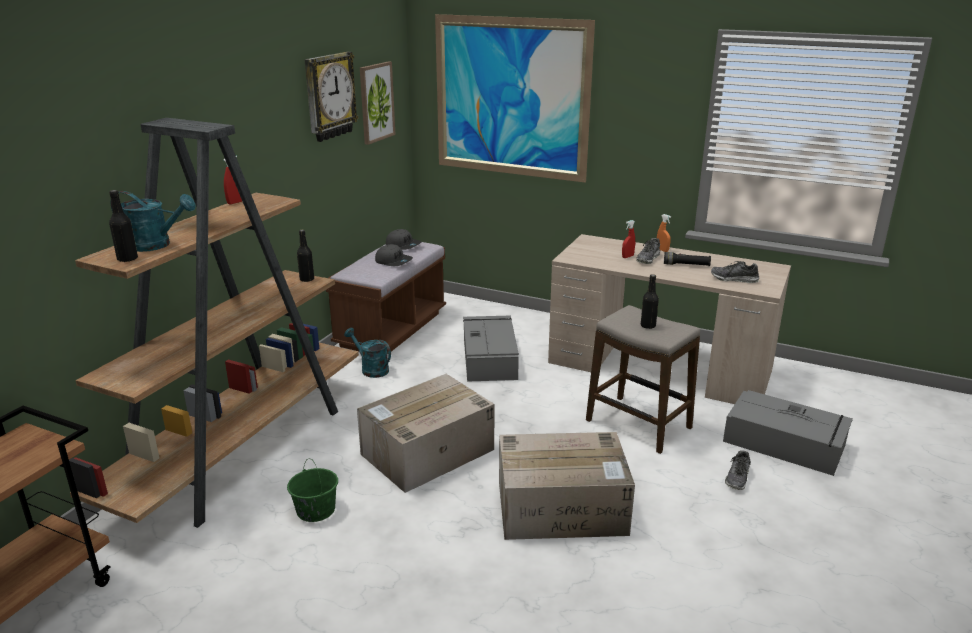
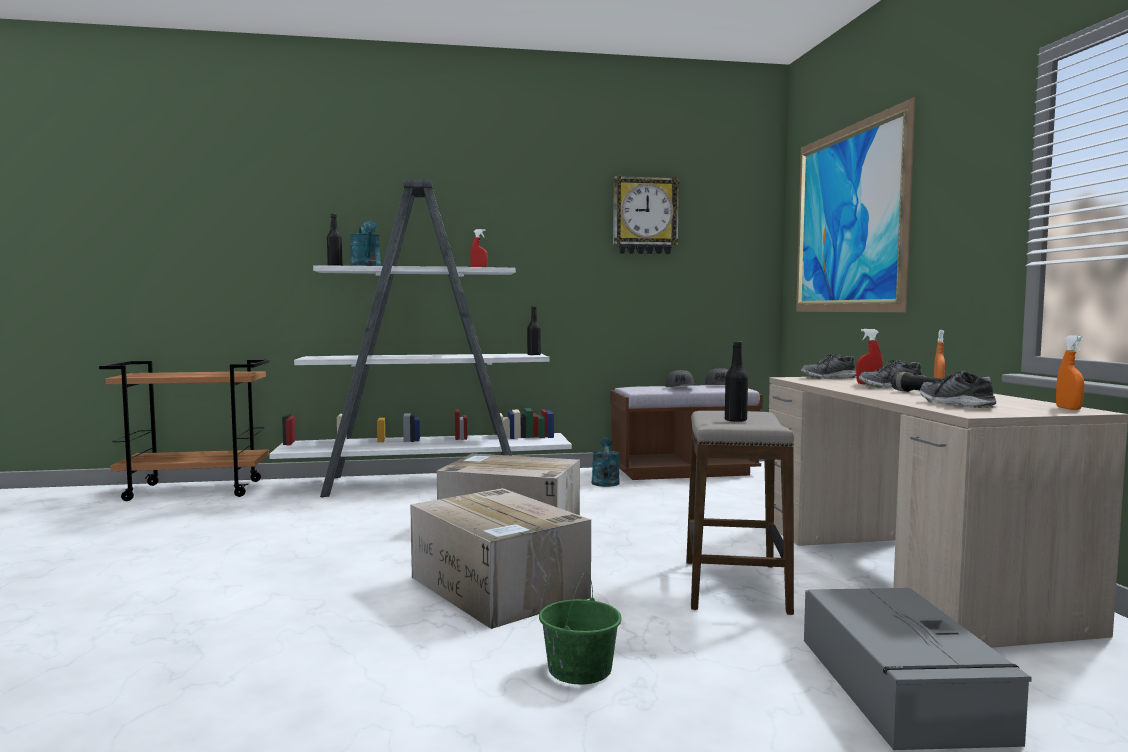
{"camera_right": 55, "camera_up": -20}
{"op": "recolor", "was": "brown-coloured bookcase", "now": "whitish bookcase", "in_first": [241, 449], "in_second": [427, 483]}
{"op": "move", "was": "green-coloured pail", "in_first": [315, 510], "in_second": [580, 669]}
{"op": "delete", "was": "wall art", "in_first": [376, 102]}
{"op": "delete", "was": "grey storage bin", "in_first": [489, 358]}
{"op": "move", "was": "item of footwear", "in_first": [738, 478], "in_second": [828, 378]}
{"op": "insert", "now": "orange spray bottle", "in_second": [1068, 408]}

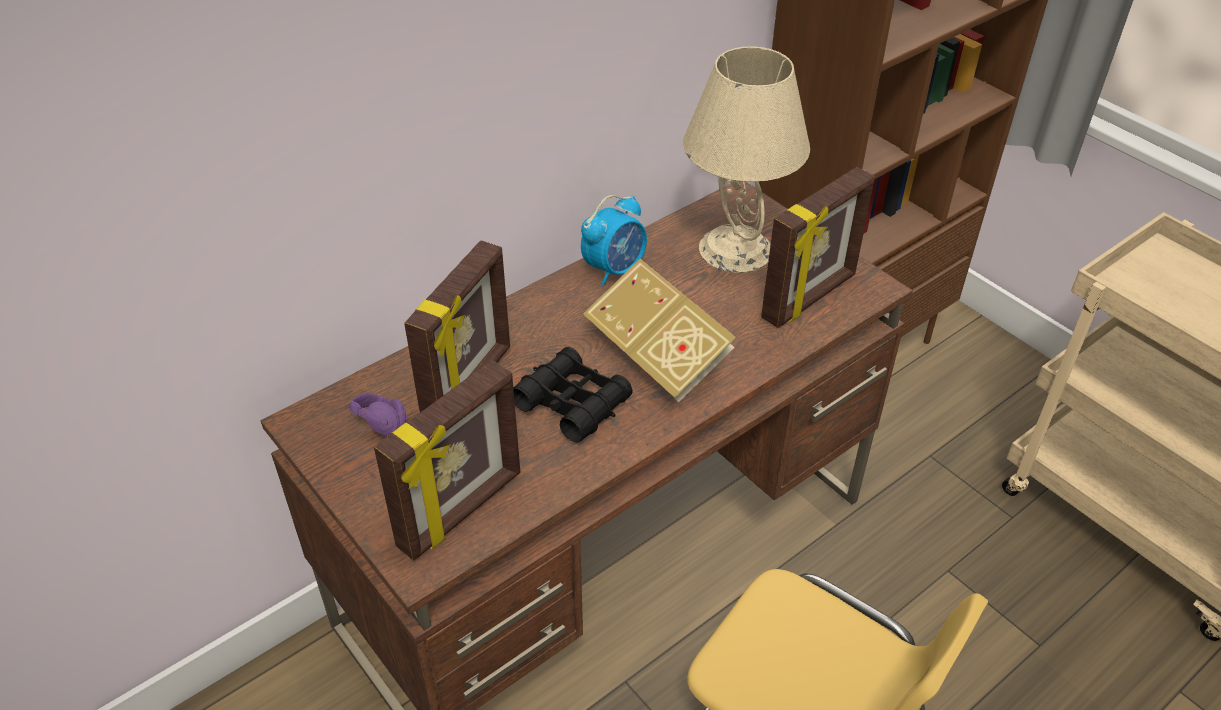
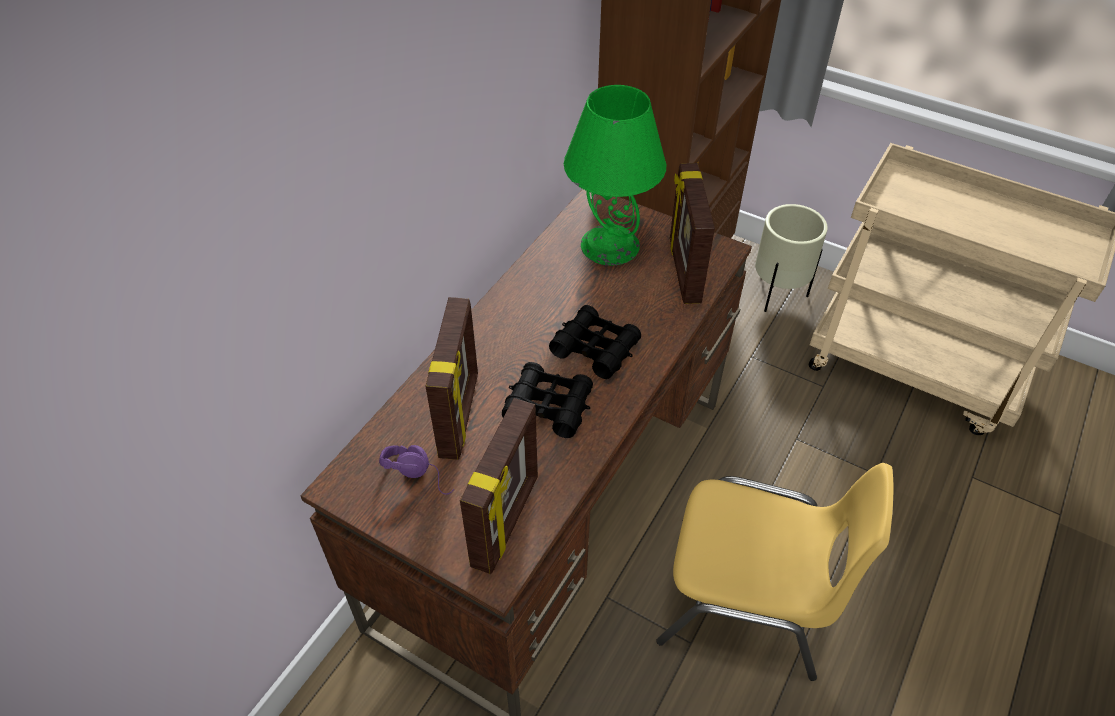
{"camera_right": -20, "camera_up": 5}
{"op": "delete", "was": "table clock", "in_first": [615, 269]}
{"op": "replace", "was": "volume", "now": "black pair of binoculars", "in_first": [659, 356], "in_second": [595, 348]}
{"op": "recolor", "was": "sand-coloured table lamp", "now": "green-coloured table lamp", "in_first": [736, 249], "in_second": [611, 245]}
{"op": "rotate", "was": "picture frame", "in_first": [810, 298], "in_second": [683, 271], "clockwise": 150}
{"op": "insert", "now": "sand-coloured flower pot", "in_second": [778, 295]}

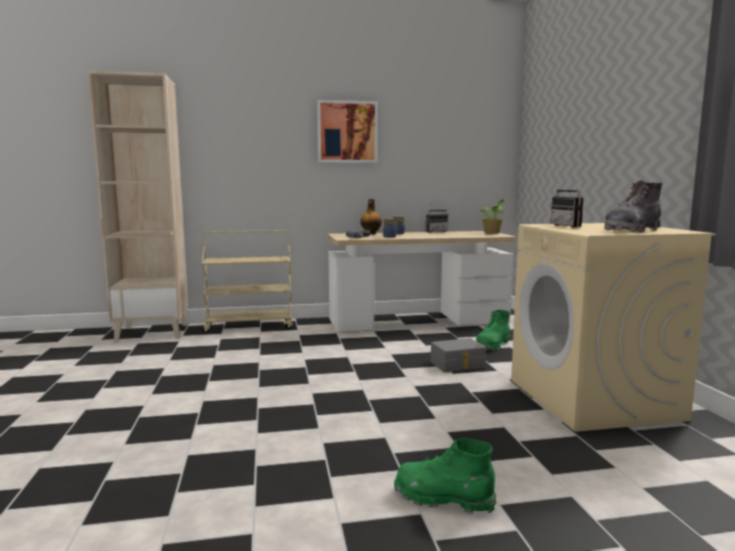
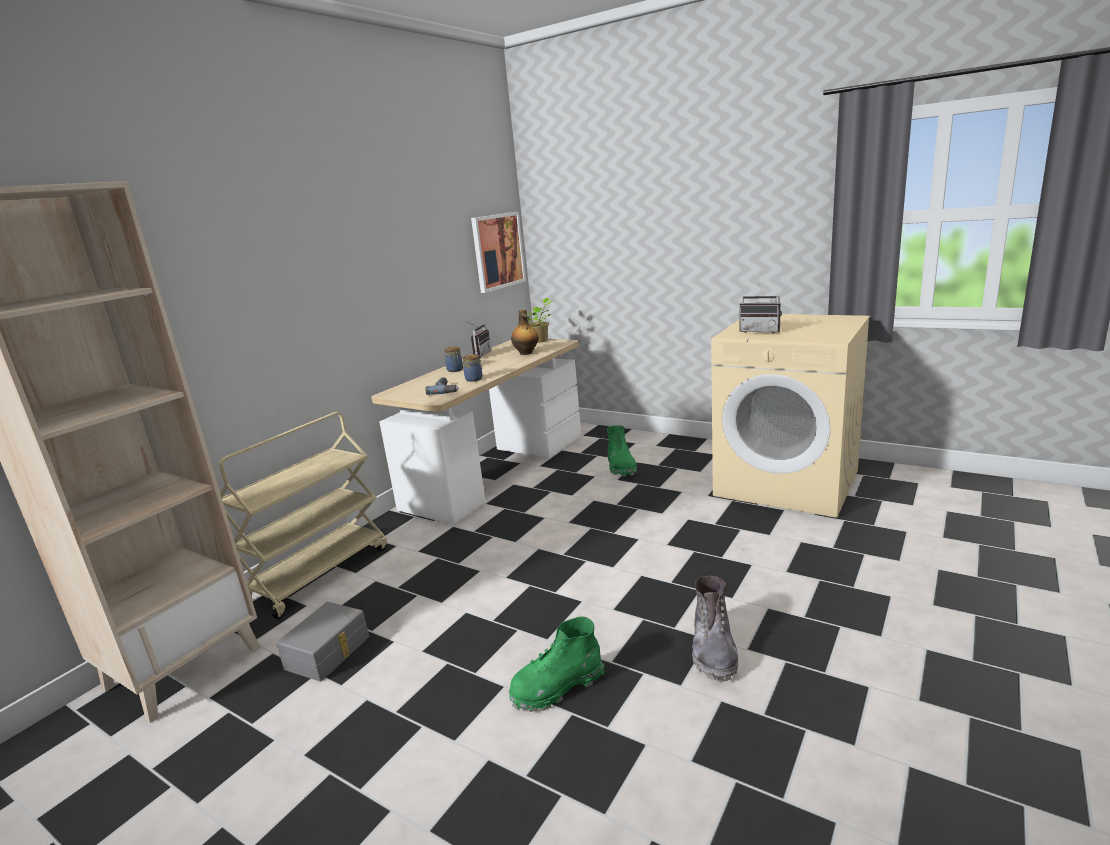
{"camera_right": -45, "camera_up": 10}
{"op": "move", "was": "wall art", "in_first": [347, 132], "in_second": [498, 251]}
{"op": "move", "was": "drink bottle", "in_first": [370, 233], "in_second": [526, 353]}
{"op": "move", "was": "green-coloured tall boot", "in_first": [443, 498], "in_second": [557, 687]}
{"op": "move", "was": "grey storage bin", "in_first": [458, 365], "in_second": [329, 652]}
{"op": "move", "was": "grey tall boot", "in_first": [631, 231], "in_second": [713, 650]}

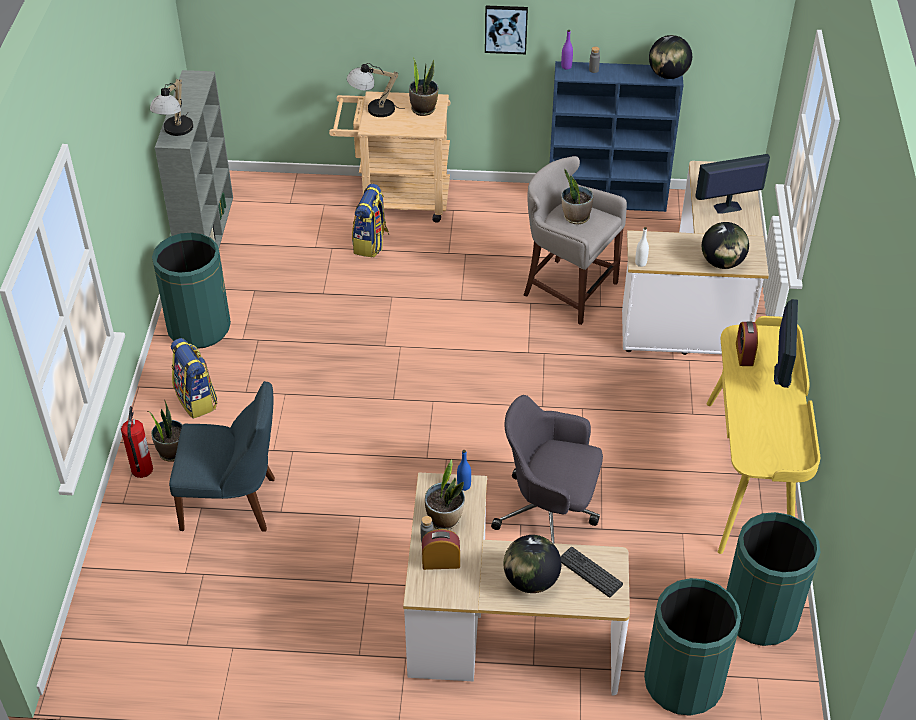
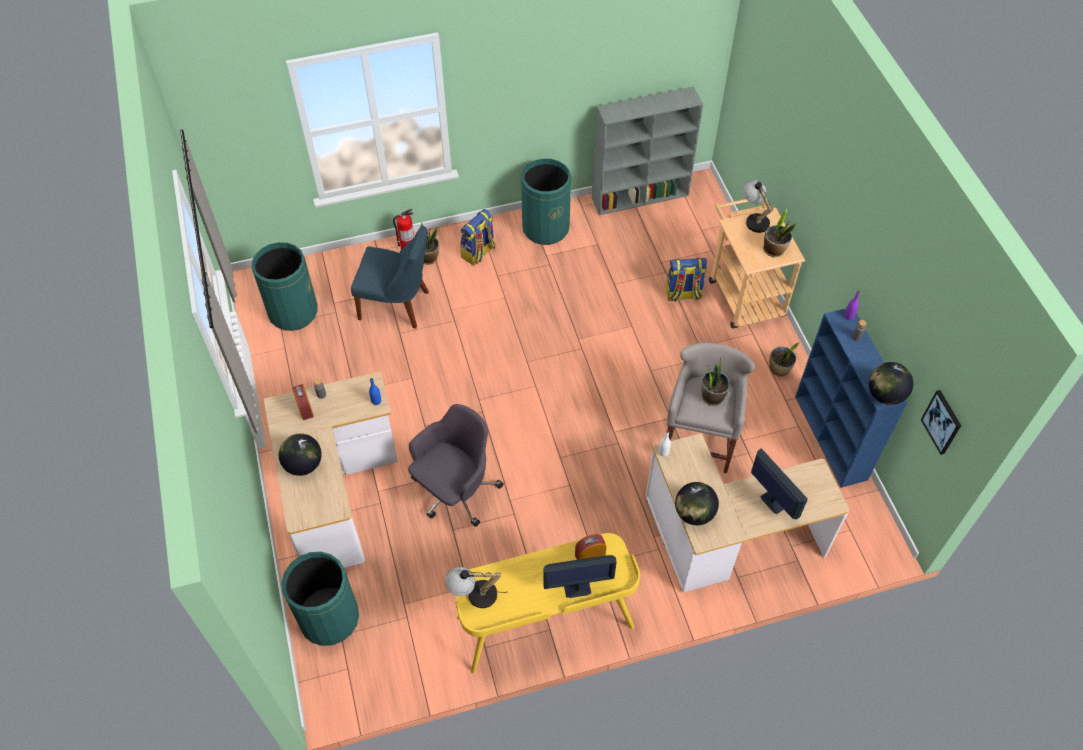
{"camera_right": 70, "camera_up": 10}
{"op": "move", "was": "table lamp", "in_first": [175, 132], "in_second": [474, 595]}
{"op": "rotate", "was": "blue-coloured chair", "in_first": [233, 503], "in_second": [397, 305], "clockwise": -60}
{"op": "move", "was": "houseplant", "in_first": [444, 519], "in_second": [779, 369]}
{"op": "move", "was": "wall art", "in_first": [506, 29], "in_second": [942, 422]}
{"op": "rotate", "was": "grey office chair", "in_first": [549, 513], "in_second": [455, 491], "clockwise": 45}
{"op": "delete", "was": "PC keyboard", "in_first": [590, 572]}
{"op": "move", "was": "green-coloured rubbish bin", "in_first": [760, 615], "in_second": [293, 312]}

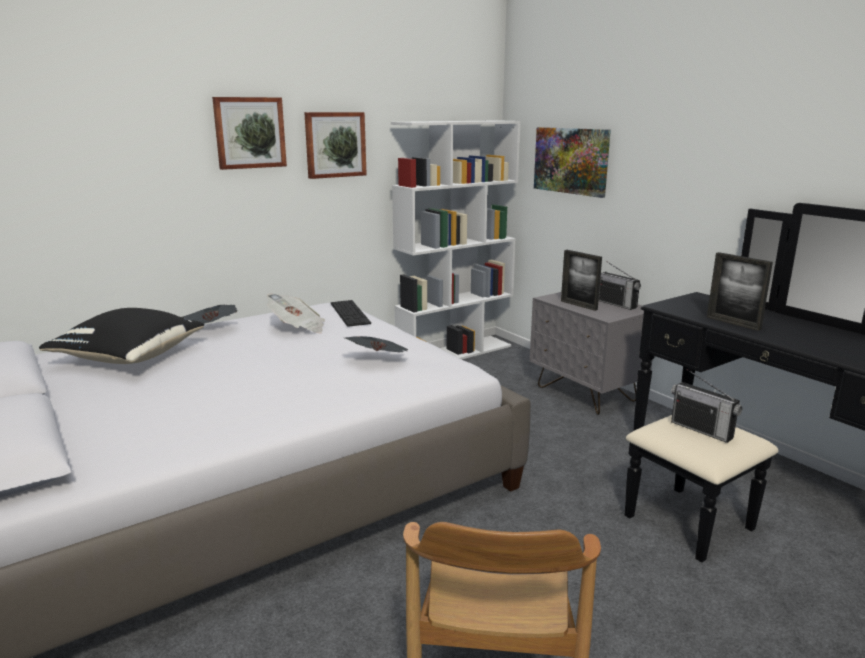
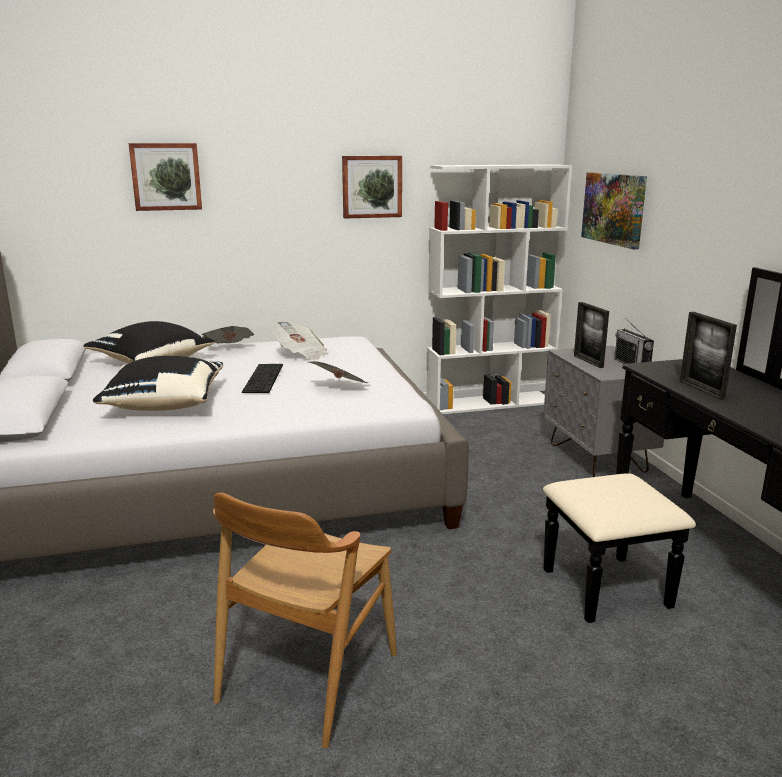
{"camera_right": 20, "camera_up": 0}
{"op": "move", "was": "wall art", "in_first": [249, 132], "in_second": [166, 176]}
{"op": "move", "was": "PC keyboard", "in_first": [349, 313], "in_second": [263, 378]}
{"op": "delete", "was": "radio", "in_first": [701, 430]}
{"op": "insert", "now": "black cushion", "in_second": [164, 404]}

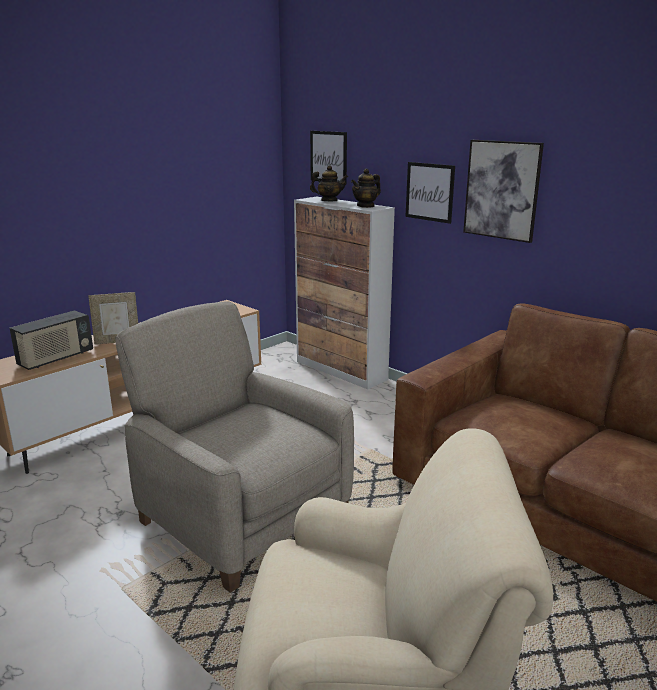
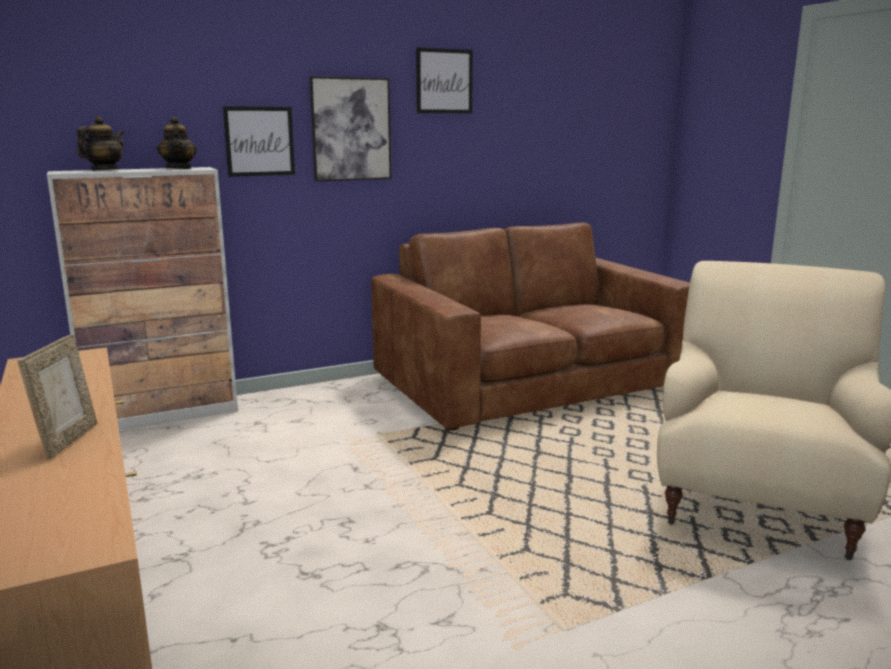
{"camera_right": -70, "camera_up": -5}
{"op": "delete", "was": "radio", "in_first": [56, 359]}
{"op": "delete", "was": "sand-coloured armchair", "in_first": [242, 517]}
{"op": "move", "was": "wall art", "in_first": [328, 157], "in_second": [444, 81]}

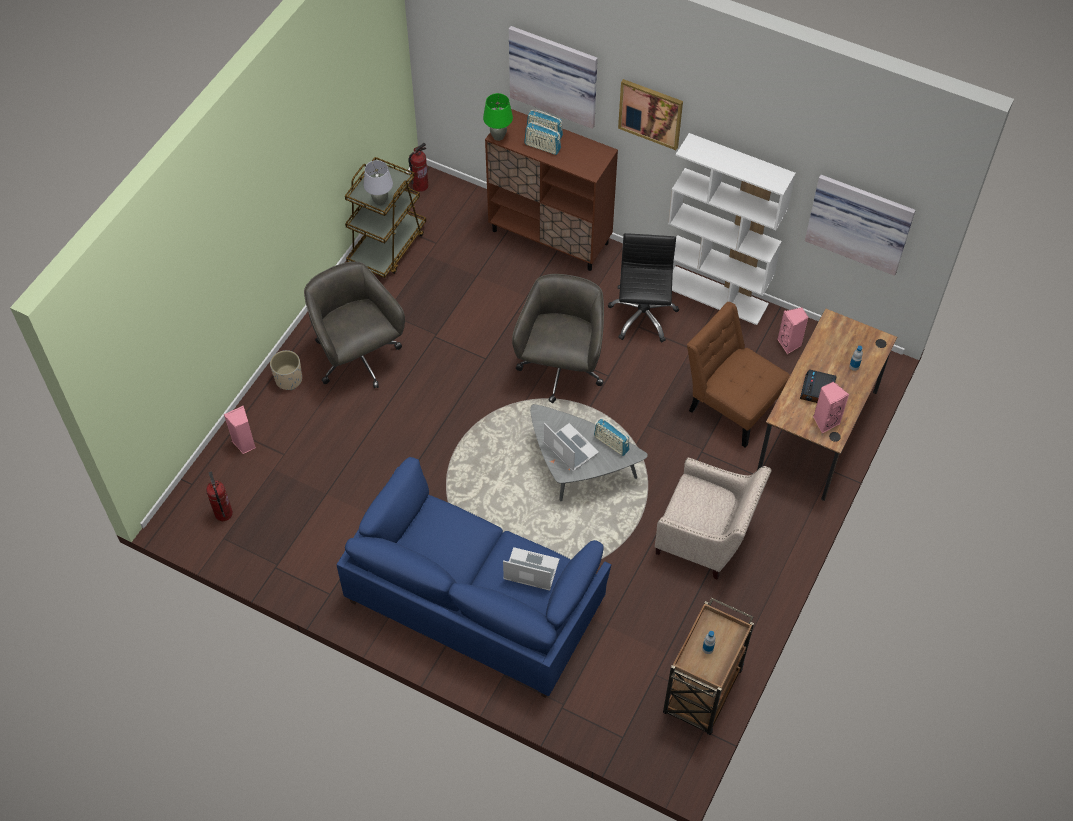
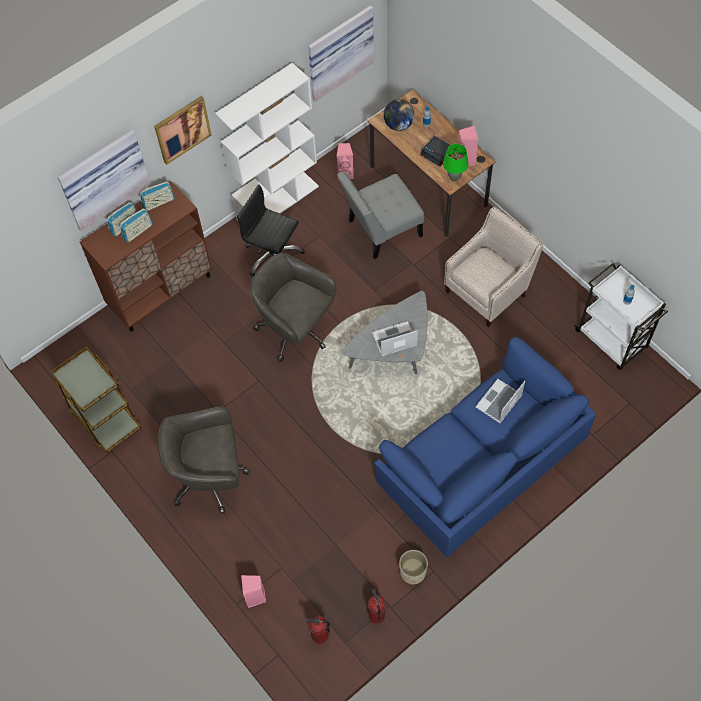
{"camera_right": -65, "camera_up": 5}
{"op": "move", "was": "sand-coloured flower pot", "in_first": [288, 379], "in_second": [412, 572]}
{"op": "delete", "was": "grey table lamp", "in_first": [380, 202]}
{"op": "move", "was": "fire-fighting cylinder", "in_first": [420, 186], "in_second": [376, 615]}
{"op": "move", "was": "green-coloured table lamp", "in_first": [498, 136], "in_second": [454, 177]}
{"op": "move", "was": "radio", "in_first": [611, 443], "in_second": [158, 202]}
{"op": "recolor", "was": "brown-coloured trolley", "now": "whitish trolley", "in_first": [702, 693], "in_second": [612, 340]}
{"op": "recolor", "was": "brown-coloured chair", "now": "grey chair", "in_first": [731, 404], "in_second": [381, 230]}
{"op": "insert", "now": "desk globe", "in_second": [398, 125]}

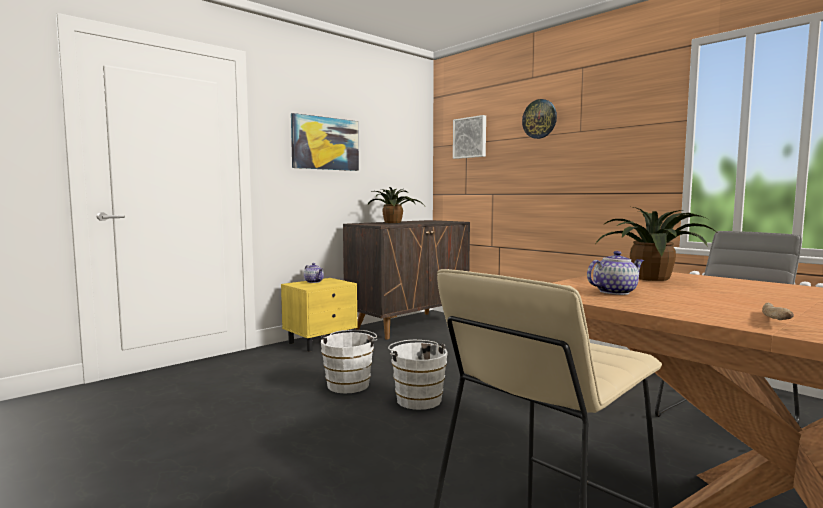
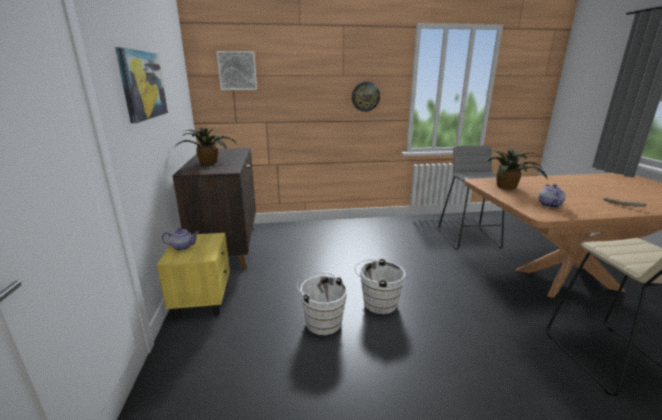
{"camera_right": -55, "camera_up": 15}
{"op": "move", "was": "hanging clock", "in_first": [539, 119], "in_second": [365, 96]}

